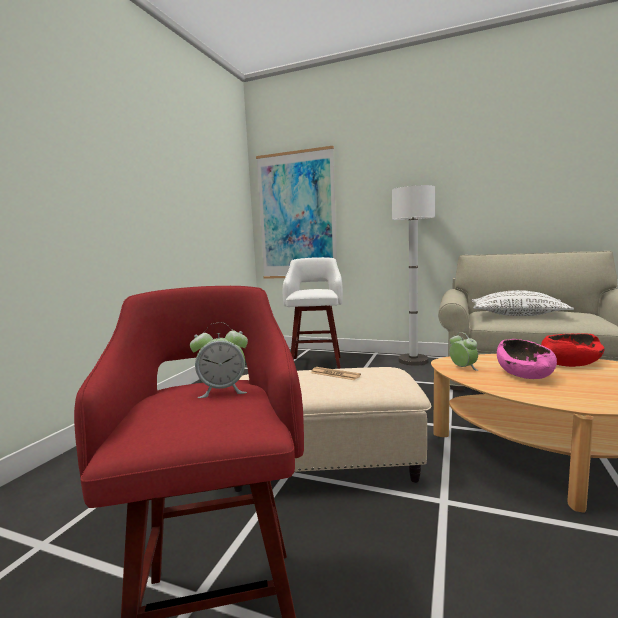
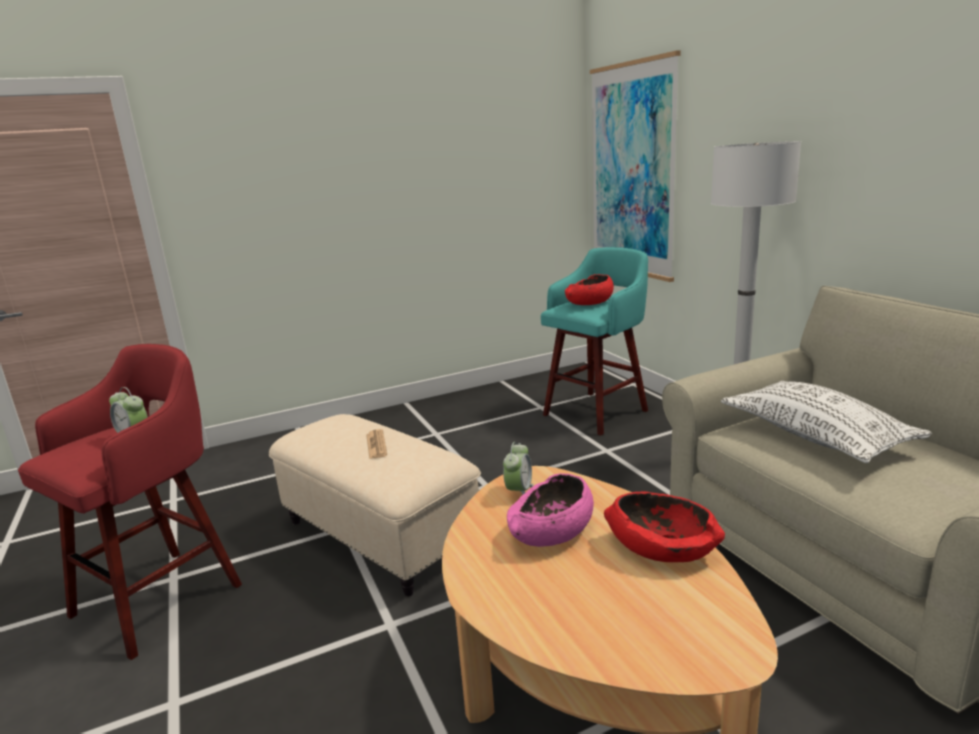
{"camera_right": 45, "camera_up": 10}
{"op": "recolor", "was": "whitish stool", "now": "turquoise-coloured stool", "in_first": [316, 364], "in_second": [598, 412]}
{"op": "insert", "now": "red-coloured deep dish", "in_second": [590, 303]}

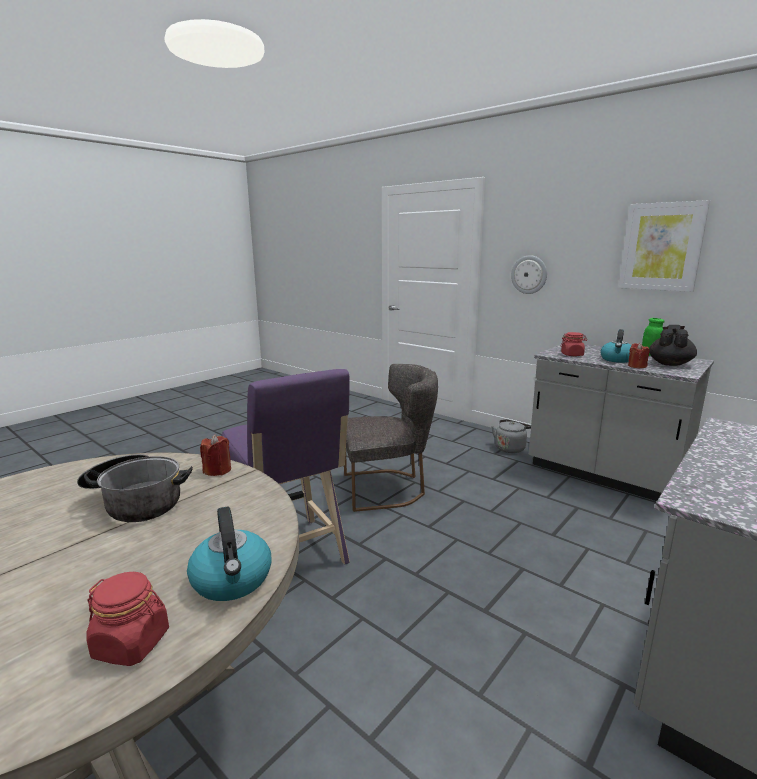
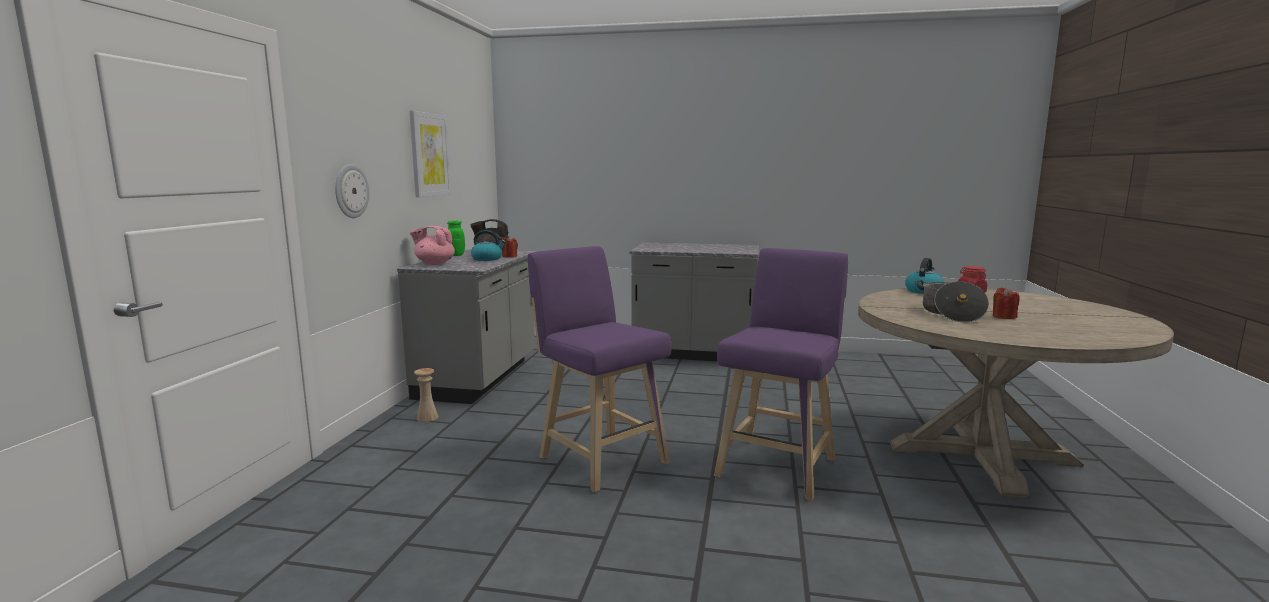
{"camera_right": -120, "camera_up": -5}
{"op": "move", "was": "red-coloured wax light", "in_first": [217, 470], "in_second": [1004, 317]}
{"op": "replace", "was": "grey chair", "now": "purple stool", "in_first": [388, 488], "in_second": [599, 458]}
{"op": "replace", "was": "grey kettle", "now": "sand-coloured vase", "in_first": [510, 448], "in_second": [427, 417]}
{"op": "delete", "was": "red-coloured jar", "in_first": [572, 355]}
{"op": "insert", "now": "pinkish tea pot", "in_second": [434, 263]}

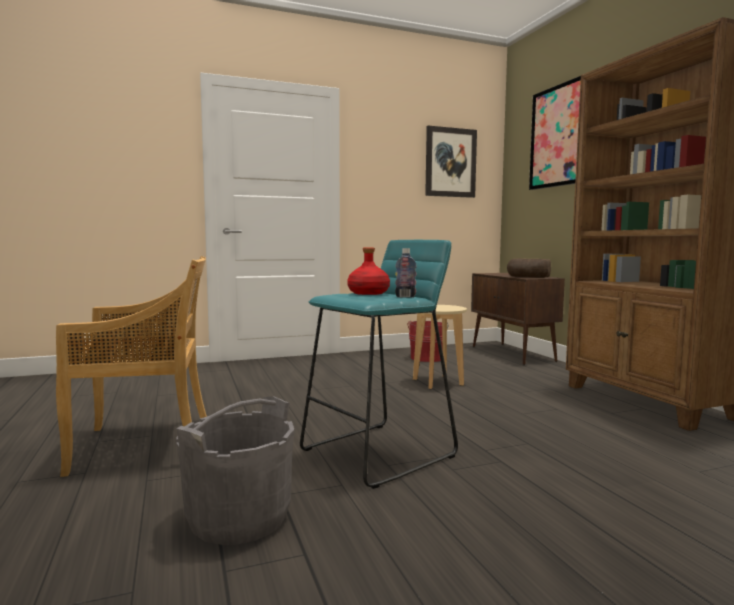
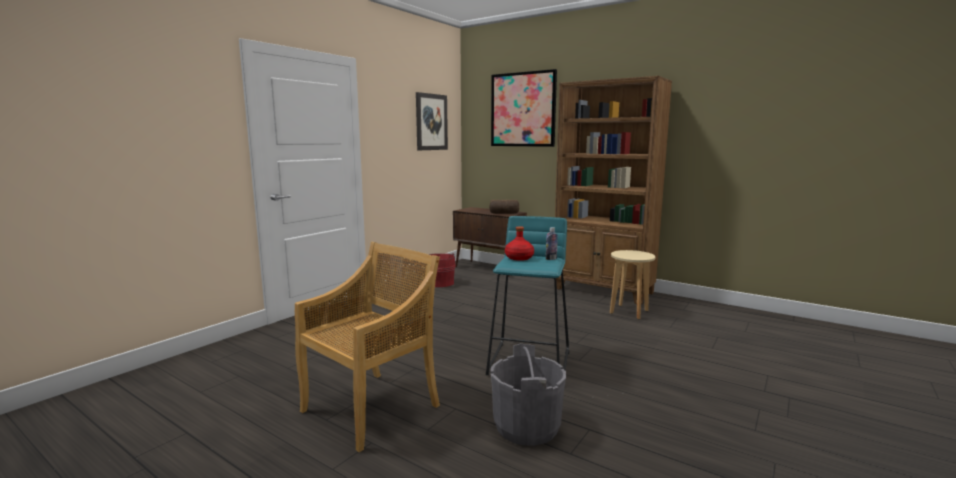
{"camera_right": -35, "camera_up": 5}
{"op": "move", "was": "sand-coloured stool", "in_first": [437, 382], "in_second": [629, 312]}

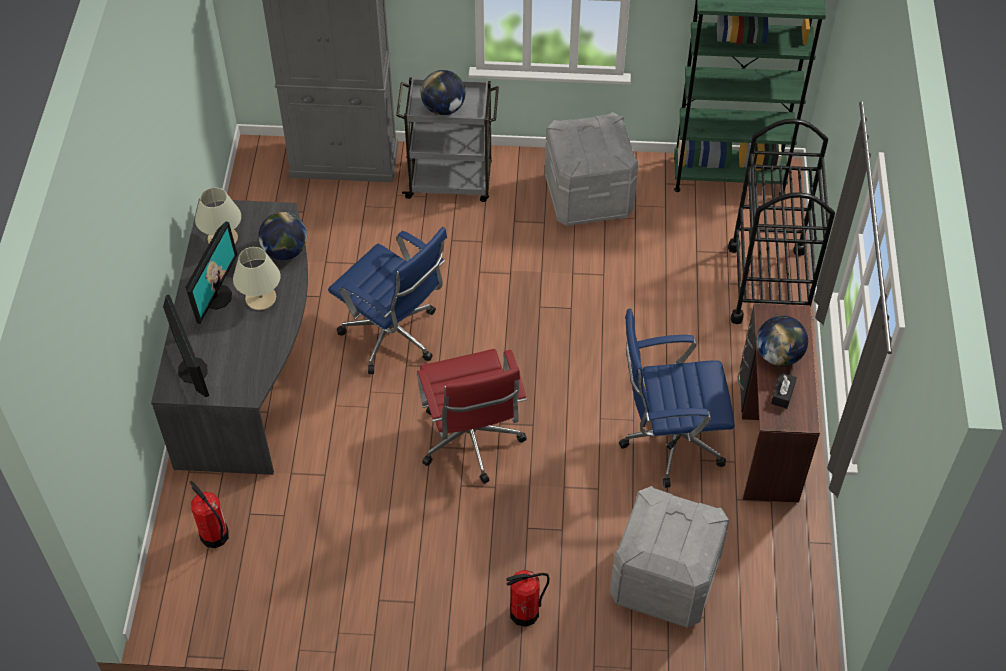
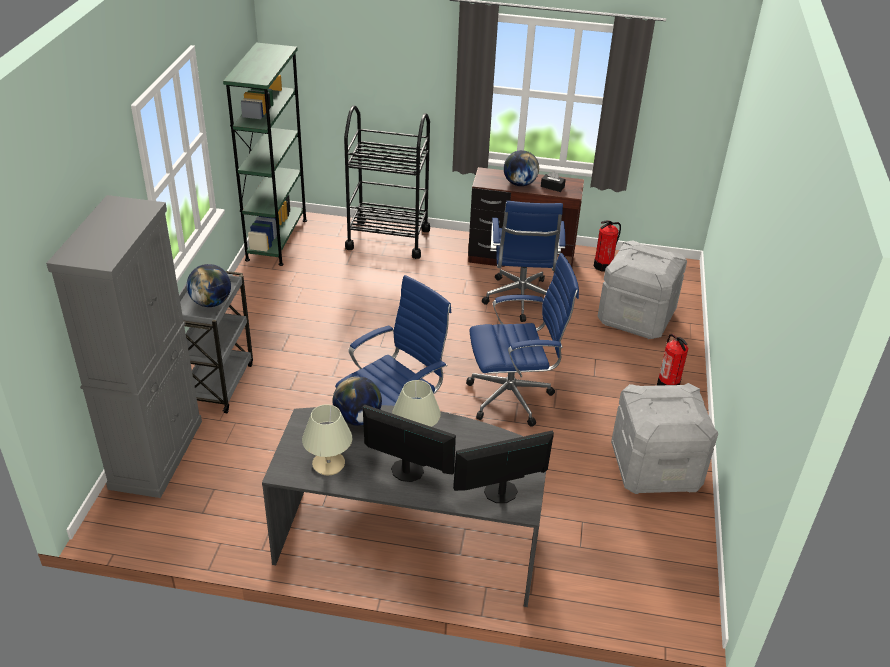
{"camera_right": -85, "camera_up": -15}
{"op": "move", "was": "fire-fighting cylinder", "in_first": [214, 536], "in_second": [603, 266]}
{"op": "recolor", "was": "red-coloured office chair", "now": "blue-coloured office chair", "in_first": [472, 444], "in_second": [513, 397]}
{"op": "move", "was": "grey storage bin", "in_first": [589, 198], "in_second": [655, 467]}

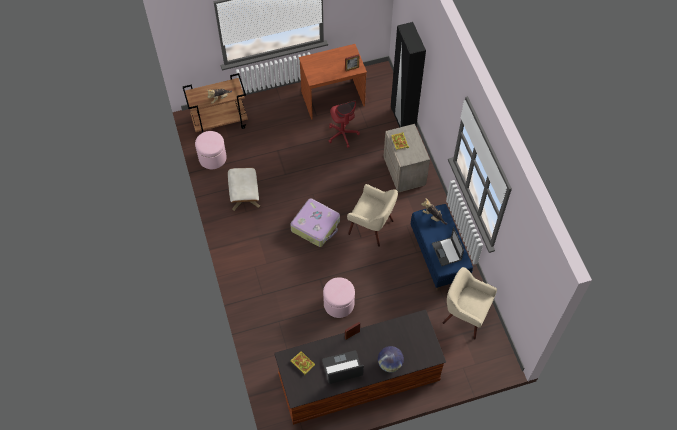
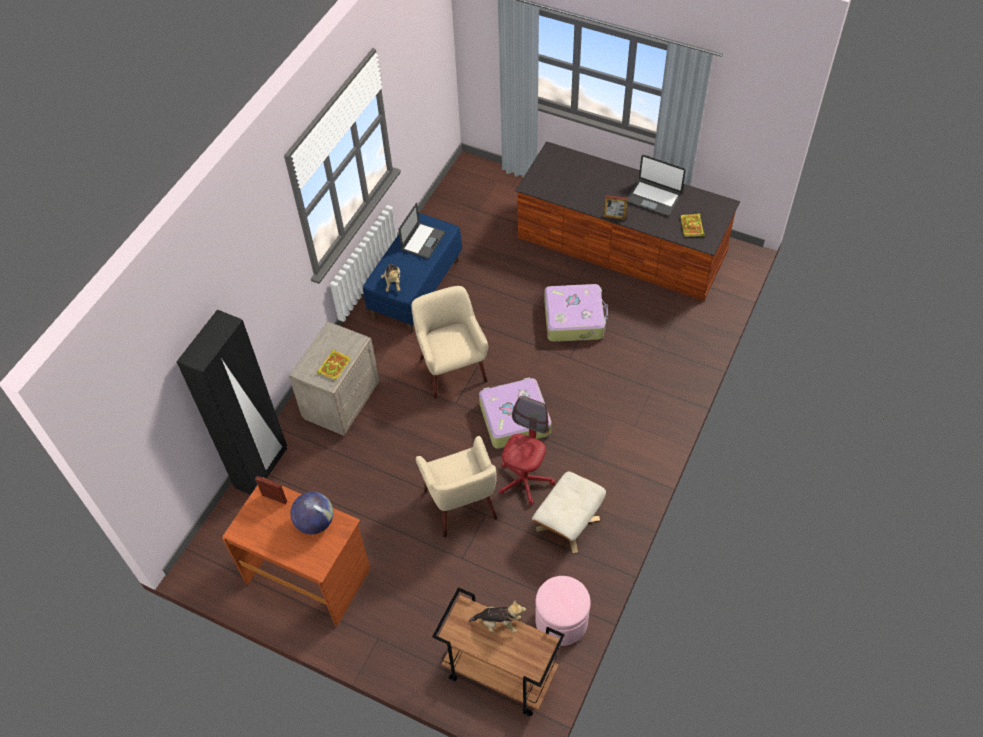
{"camera_right": -135, "camera_up": -5}
{"op": "replace", "was": "pinkish footrest", "now": "piece of luggage", "in_first": [339, 304], "in_second": [574, 318]}
{"op": "move", "was": "red-coloured office chair", "in_first": [342, 134], "in_second": [525, 480]}
{"op": "move", "was": "desk globe", "in_first": [390, 363], "in_second": [315, 522]}
{"op": "move", "was": "sand-coloured armchair", "in_first": [465, 315], "in_second": [461, 505]}

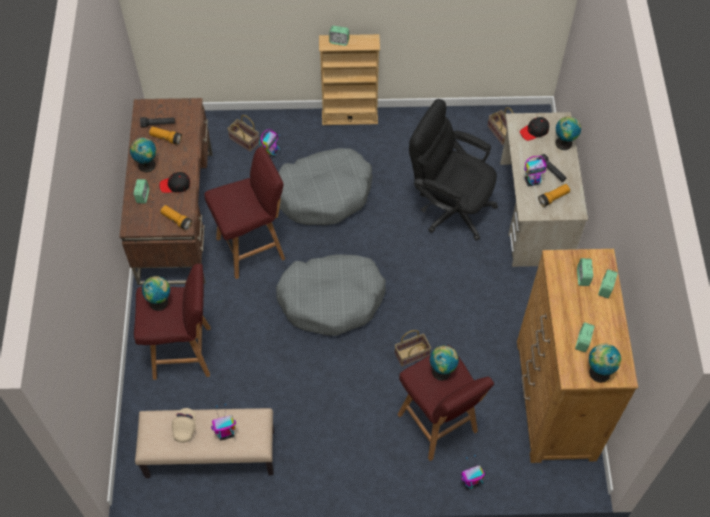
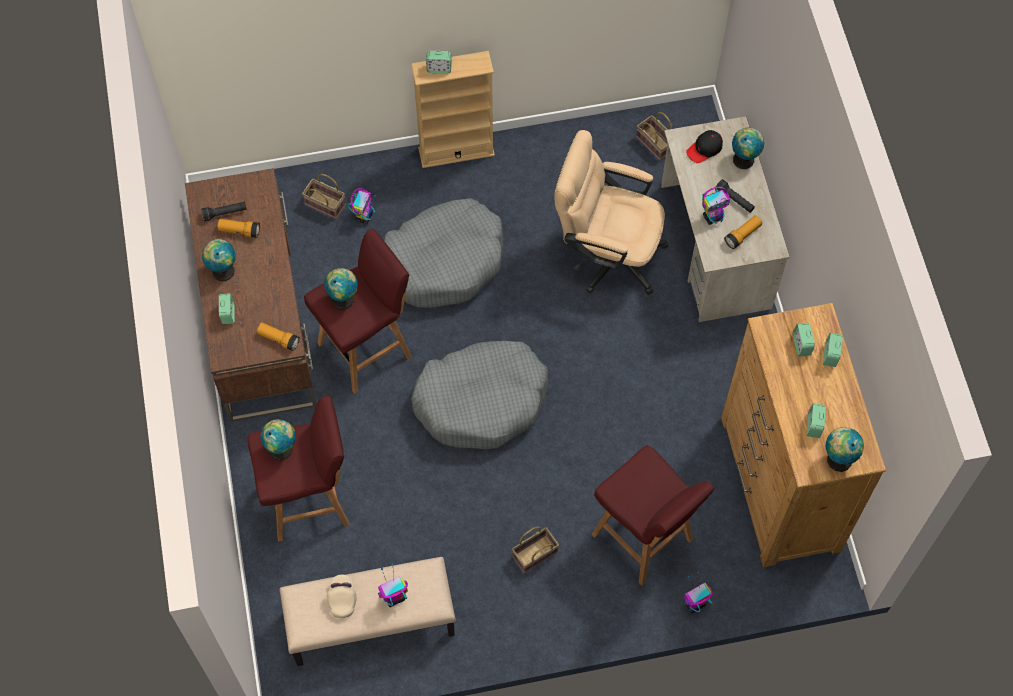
{"camera_right": -10, "camera_up": 5}
{"op": "delete", "was": "black cap", "in_first": [175, 185]}
{"op": "move", "was": "storage basket", "in_first": [411, 355], "in_second": [534, 556]}
{"op": "recolor", "was": "black office chair", "now": "sand-coloured office chair", "in_first": [449, 206], "in_second": [607, 254]}
{"op": "move", "was": "desk globe", "in_first": [442, 370], "in_second": [343, 298]}

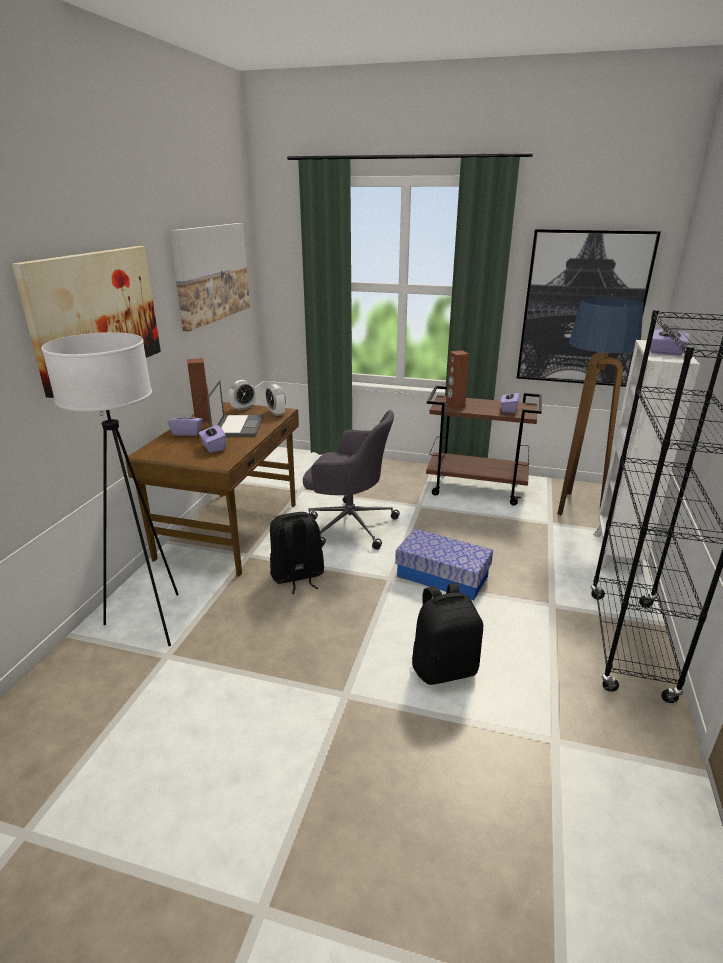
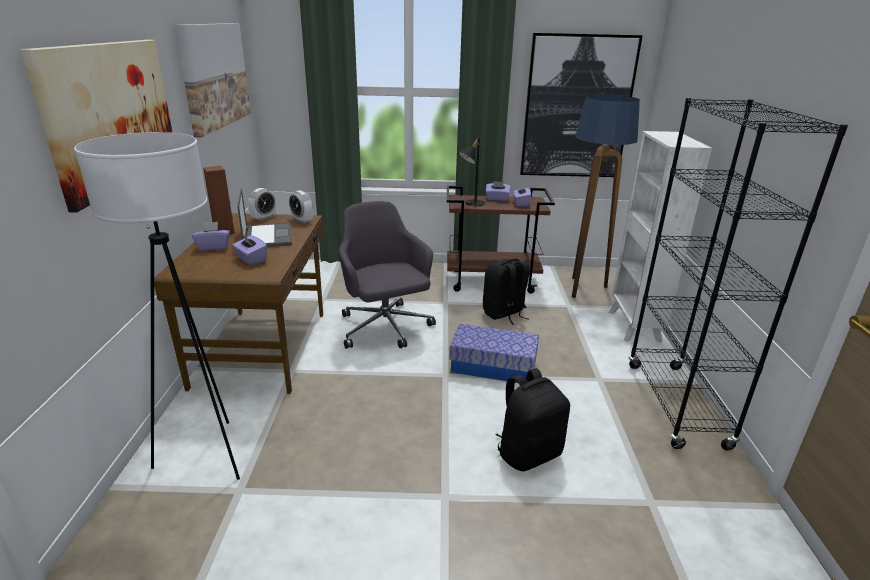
{"camera_right": -15, "camera_up": 0}
{"op": "move", "was": "black knapsack", "in_first": [297, 576], "in_second": [504, 313]}
{"op": "rotate", "was": "grey office chair", "in_first": [349, 525], "in_second": [385, 328], "clockwise": -120}
{"op": "replace", "was": "brown-coloured loudspeaker", "now": "black table lamp", "in_first": [455, 405], "in_second": [471, 203]}
{"op": "move", "was": "purple tissue holder", "in_first": [665, 352], "in_second": [497, 199]}

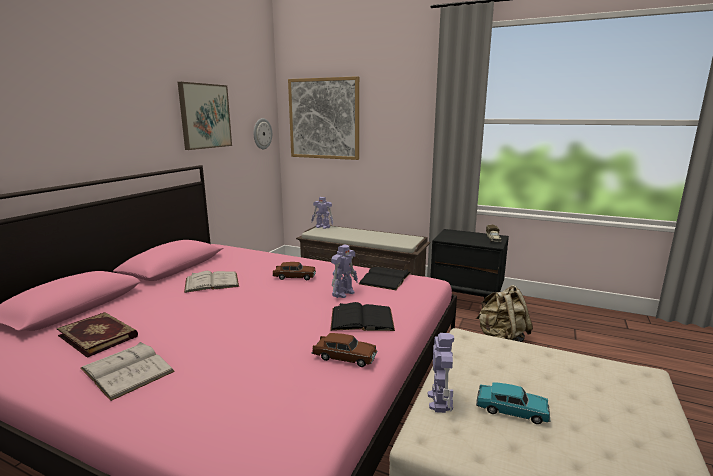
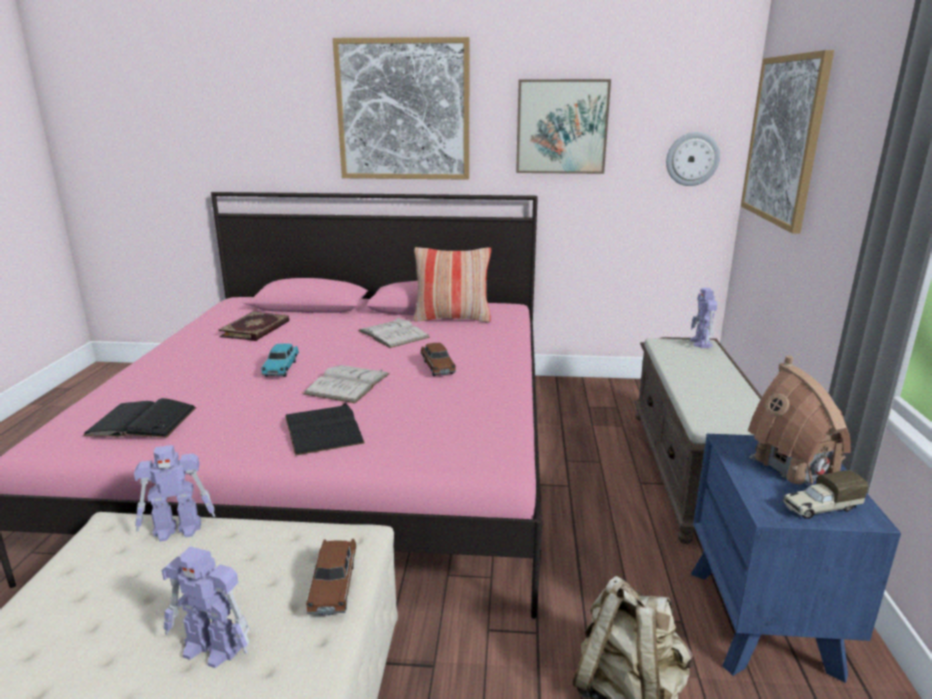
{"camera_right": 70, "camera_up": 5}
{"op": "move", "was": "whitish volume", "in_first": [127, 370], "in_second": [348, 384]}
{"op": "move", "was": "brown-coloured toy car", "in_first": [344, 358], "in_second": [334, 586]}
{"op": "move", "was": "toy robot", "in_first": [343, 293], "in_second": [213, 649]}
{"op": "move", "was": "black volume", "in_first": [385, 278], "in_second": [142, 421]}
{"op": "recolor", "was": "black bedside table", "now": "blue-coloured bedside table", "in_first": [466, 303], "in_second": [762, 620]}
{"op": "move", "was": "turquoise-coloured toy car", "in_first": [511, 411], "in_second": [281, 368]}
{"op": "insert", "now": "wall art", "in_second": [403, 110]}
{"op": "insert", "now": "cushion", "in_second": [452, 318]}
{"op": "insert", "now": "miniature house", "in_second": [795, 465]}

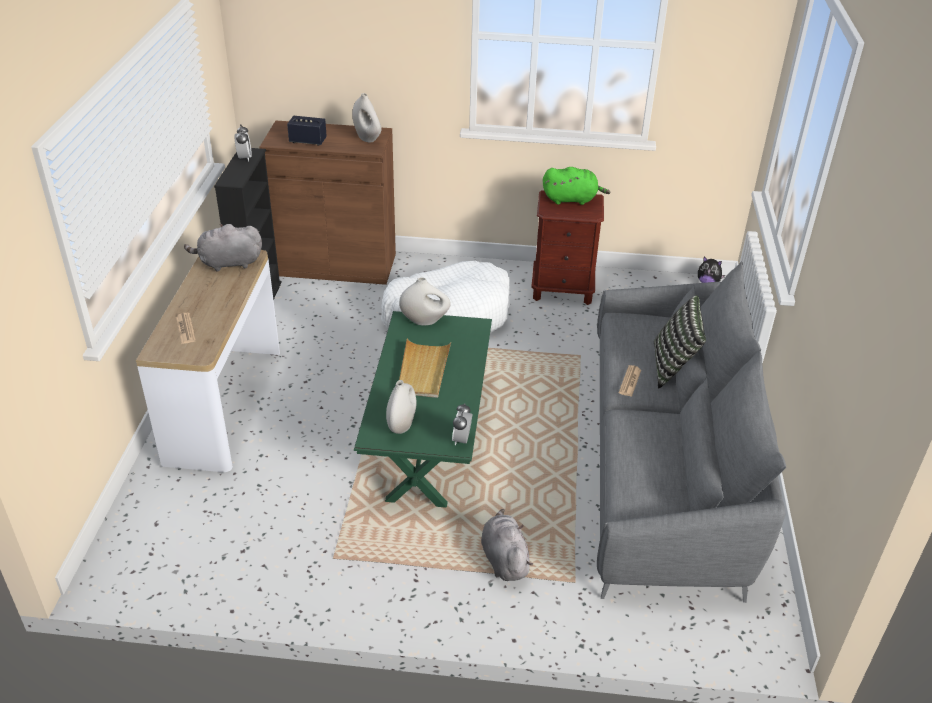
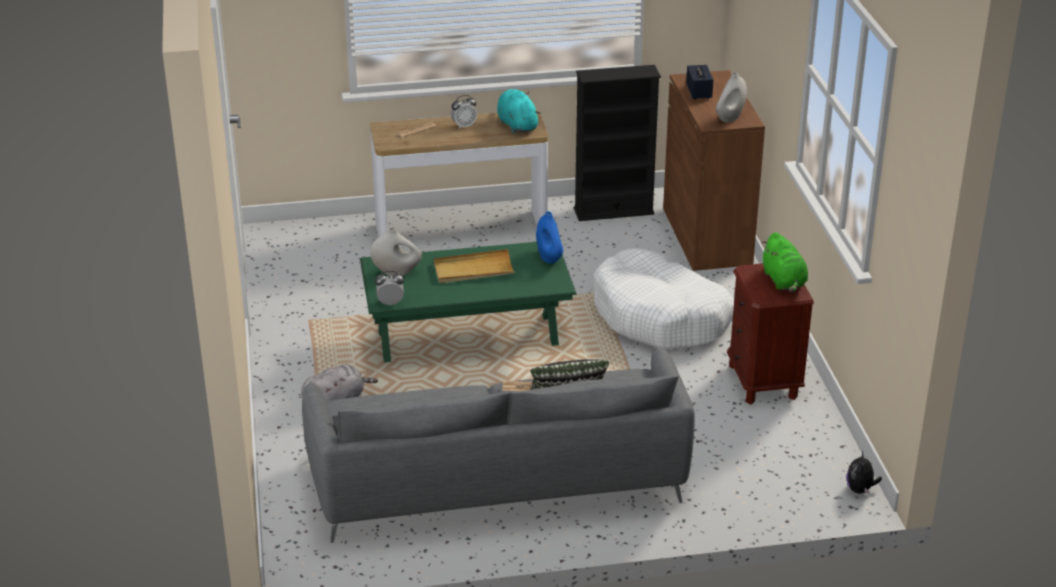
{"camera_right": 75, "camera_up": -5}
{"op": "recolor", "was": "grey soft toy", "now": "turquoise-coloured soft toy", "in_first": [228, 263], "in_second": [517, 125]}
{"op": "move", "was": "table clock", "in_first": [244, 158], "in_second": [464, 126]}
{"op": "recolor", "was": "whitish vase", "now": "blue-coloured vase", "in_first": [425, 321], "in_second": [549, 258]}

